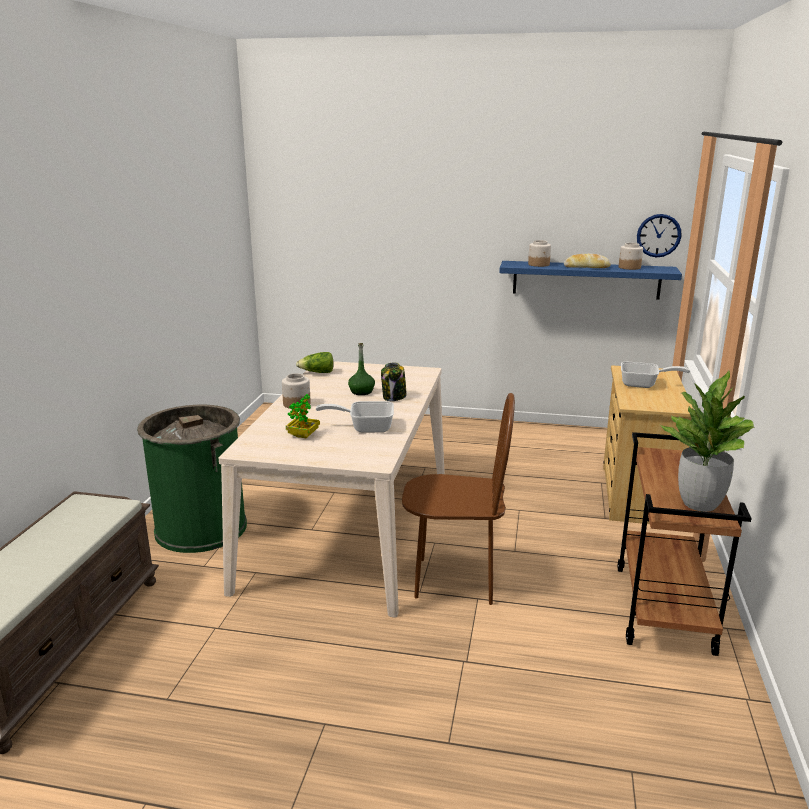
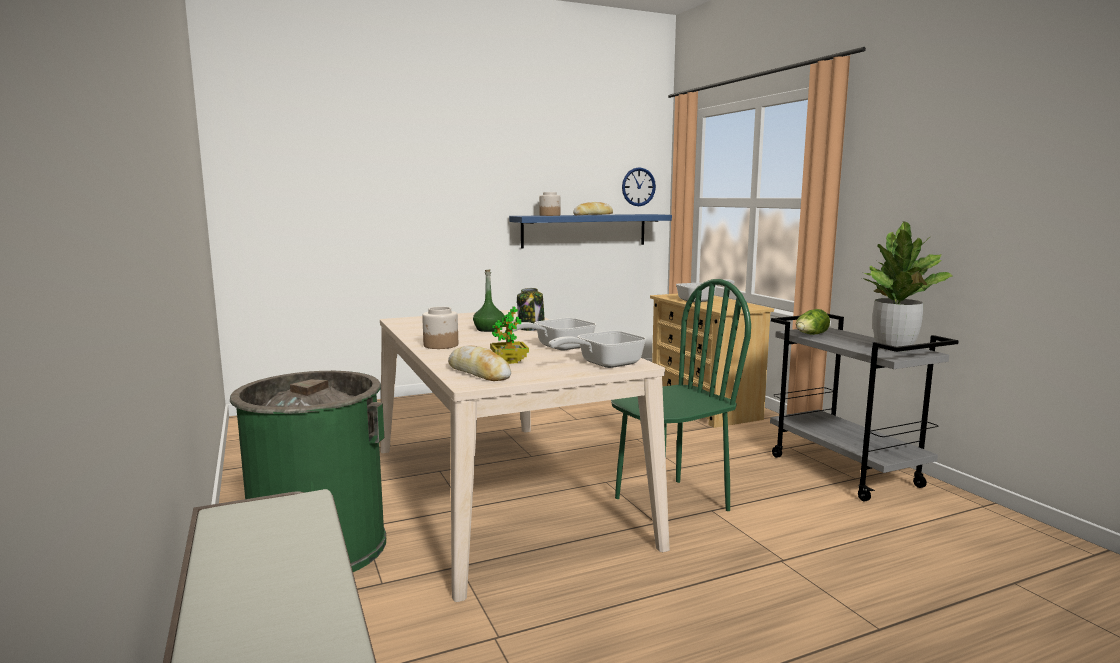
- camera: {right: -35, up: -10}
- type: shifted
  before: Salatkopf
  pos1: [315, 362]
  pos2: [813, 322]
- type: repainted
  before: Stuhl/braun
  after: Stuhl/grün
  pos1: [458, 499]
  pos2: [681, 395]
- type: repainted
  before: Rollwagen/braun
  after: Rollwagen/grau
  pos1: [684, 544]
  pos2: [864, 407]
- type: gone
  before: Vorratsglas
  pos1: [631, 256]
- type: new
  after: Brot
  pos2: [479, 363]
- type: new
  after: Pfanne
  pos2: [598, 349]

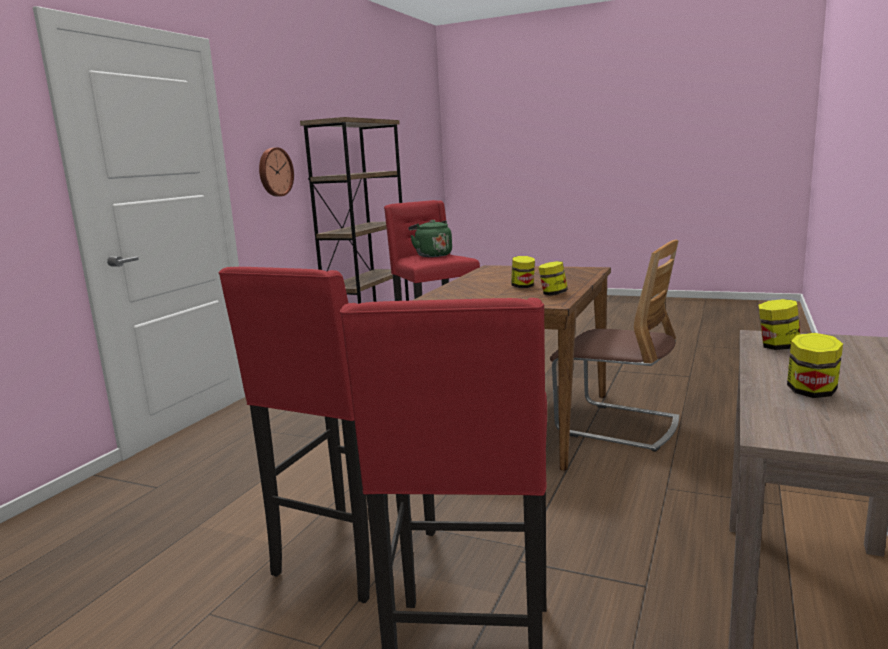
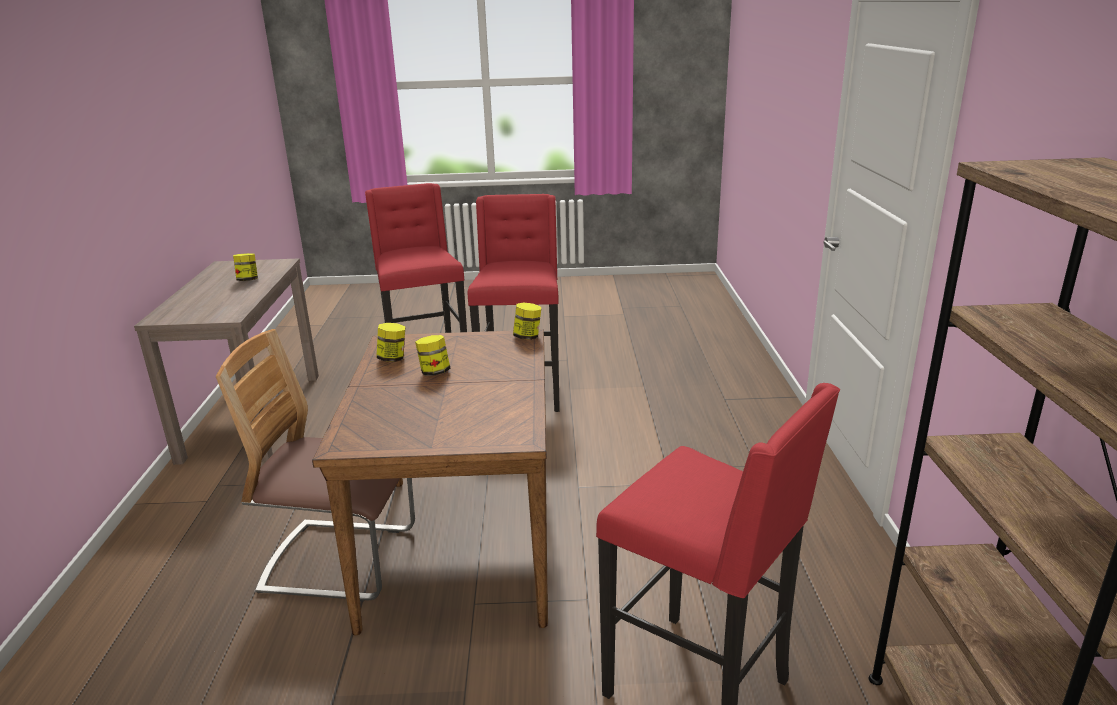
- camera: {right: 155, up: 10}
- type: gone
  before: Wanduhr
  pos1: [276, 172]
- type: gone
  before: Wasserkessel/grün
  pos1: [430, 238]
- type: shifted
  before: Vorratsglas
  pos1: [779, 324]
  pos2: [527, 321]

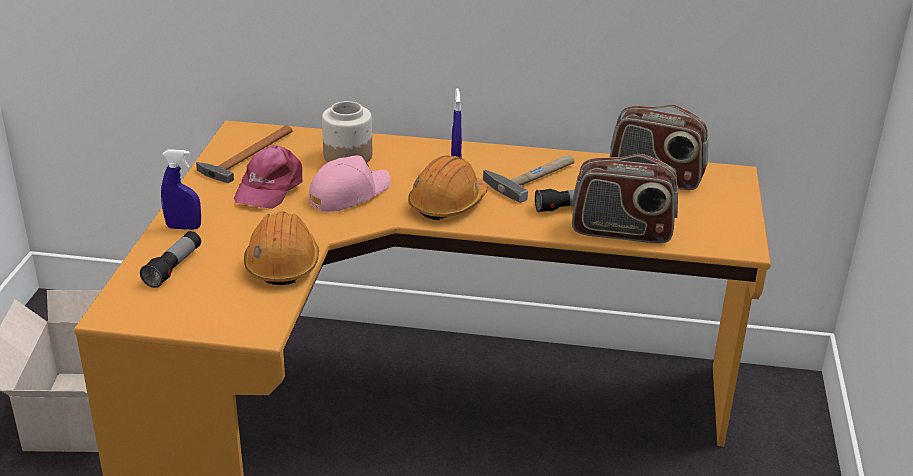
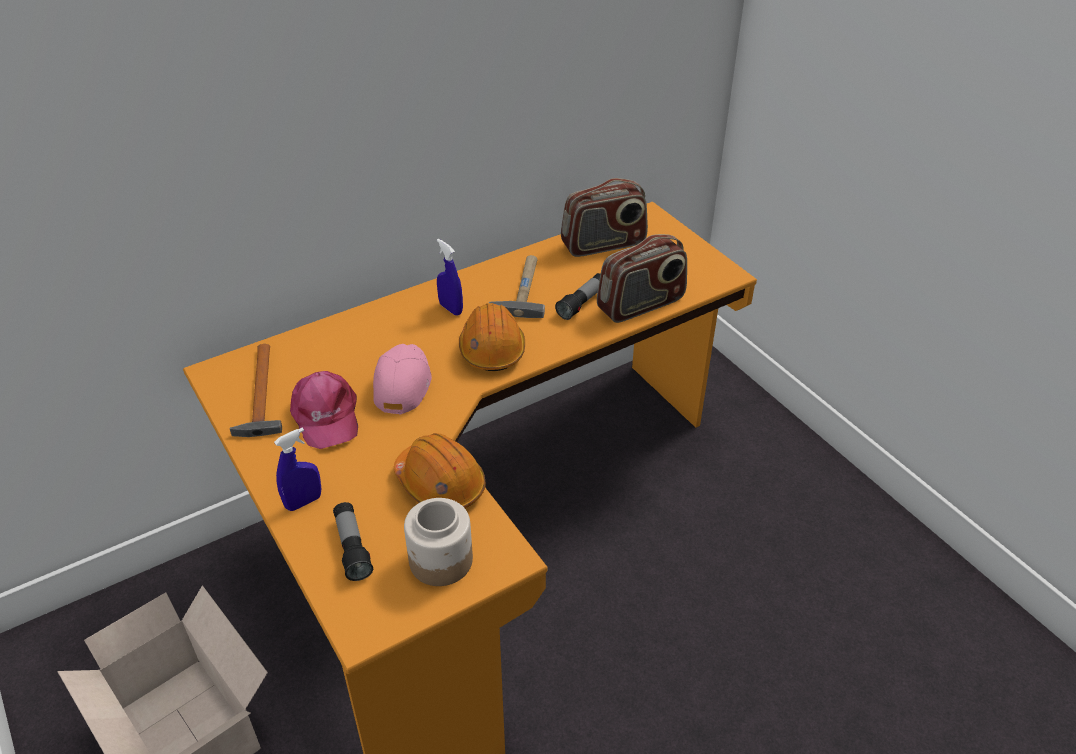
- camera: {right: -40, up: 10}
- type: shifted
  before: Vorratsglas
  pos1: [347, 132]
  pos2: [438, 542]

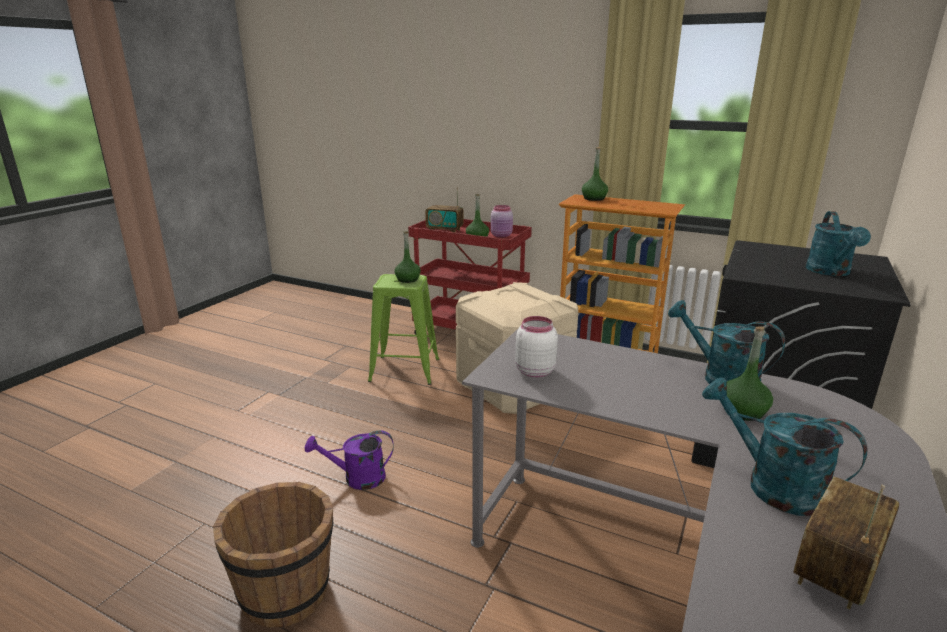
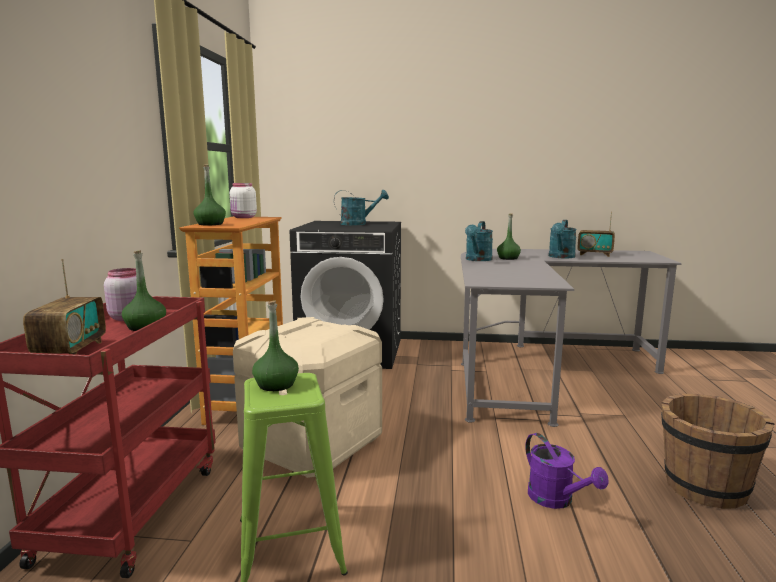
- camera: {right: -110, up: -10}
- type: shifted
  before: Vorratsglas/weiß
  pos1: [536, 346]
  pos2: [243, 200]

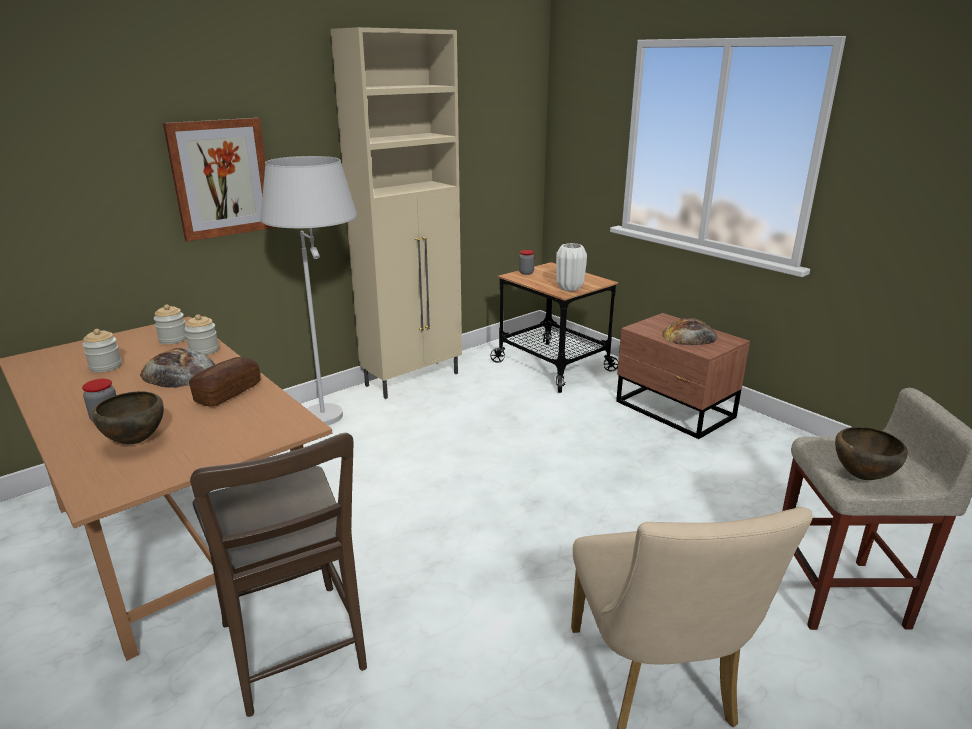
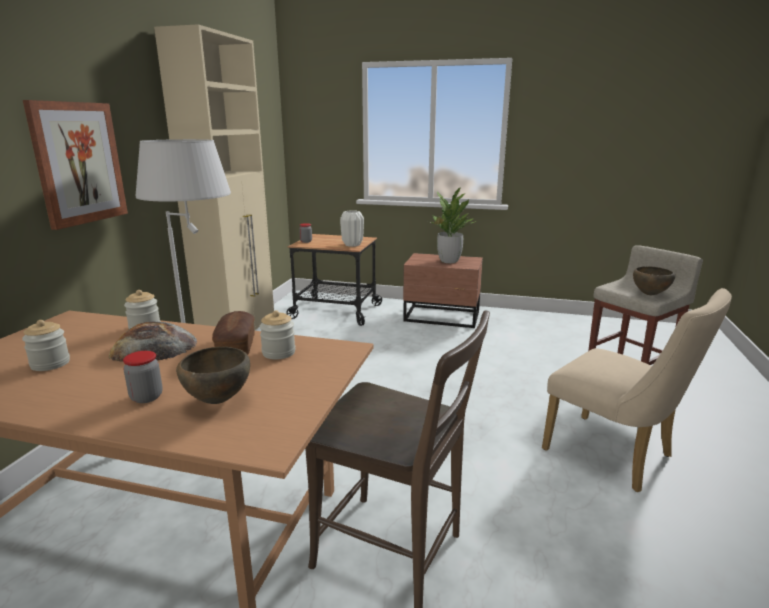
- camera: {right: -35, up: -5}
- type: shifted
  before: Vorratsglas
  pos1: [170, 324]
  pos2: [277, 334]
- type: swapped
  before: Brot
  after: Topfpflanze
  pos1: [690, 331]
  pos2: [452, 225]

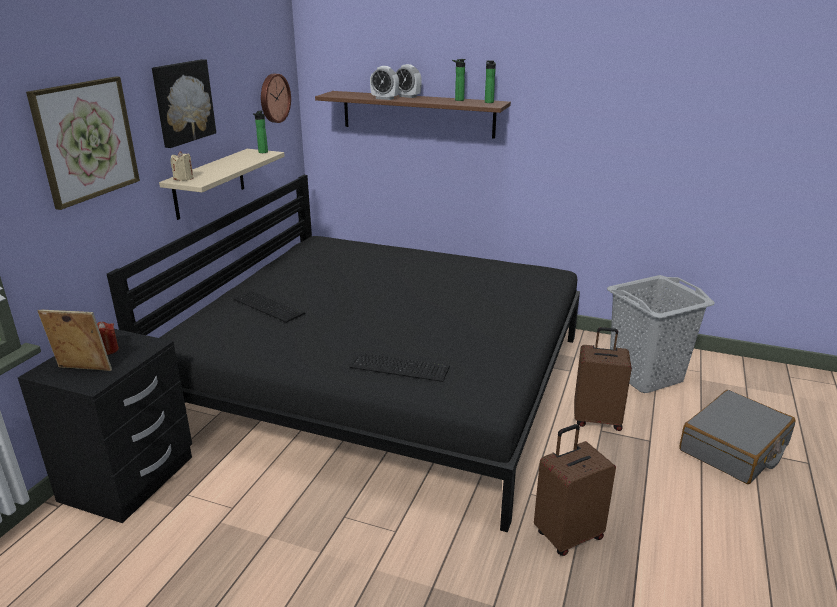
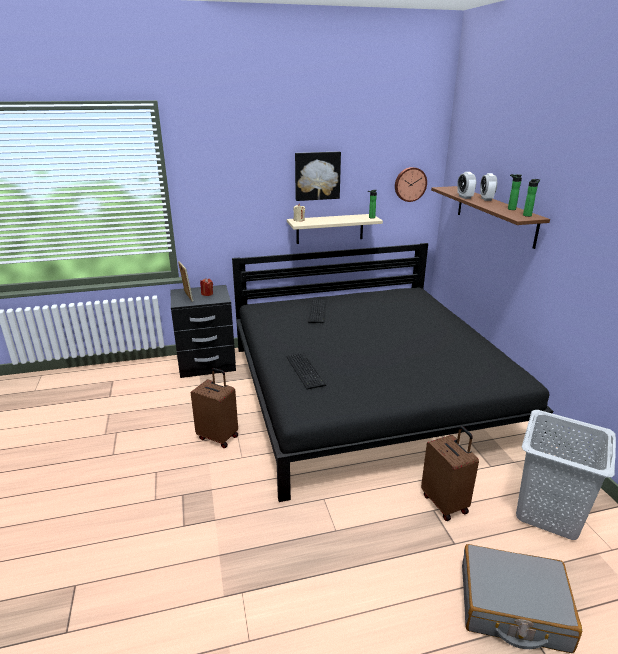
- camera: {right: 55, up: 0}
- type: gone
  before: Bild
  pos1: [83, 143]
- type: shifted
  before: Koffer/braun
  pos1: [575, 490]
  pos2: [214, 408]

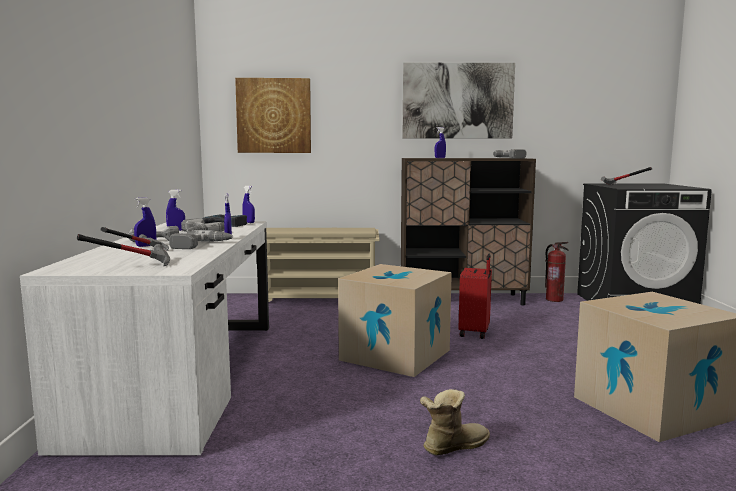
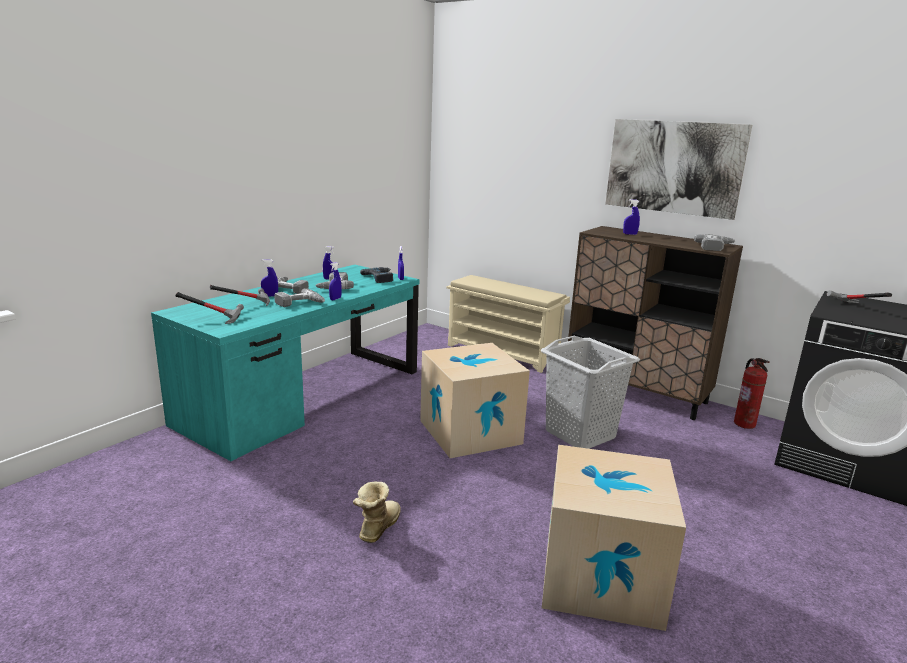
- camera: {right: 35, up: 10}
- type: repainted
  before: Schreibtisch/weiß
  after: Schreibtisch/türkis
  pos1: [144, 338]
  pos2: [285, 363]
- type: gone
  before: Bild
  pos1: [273, 115]
- type: rotated
  before: Stiefel
  pos1: [455, 422]
  pos2: [377, 512]
  turn: -75
- type: swapped
  before: Koffer/rot
  after: Wäschekorb/grau
  pos1: [475, 296]
  pos2: [590, 392]

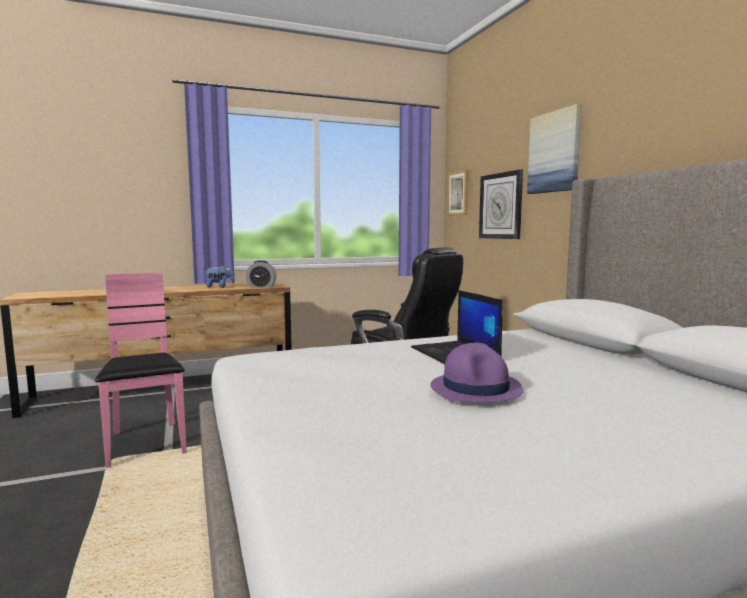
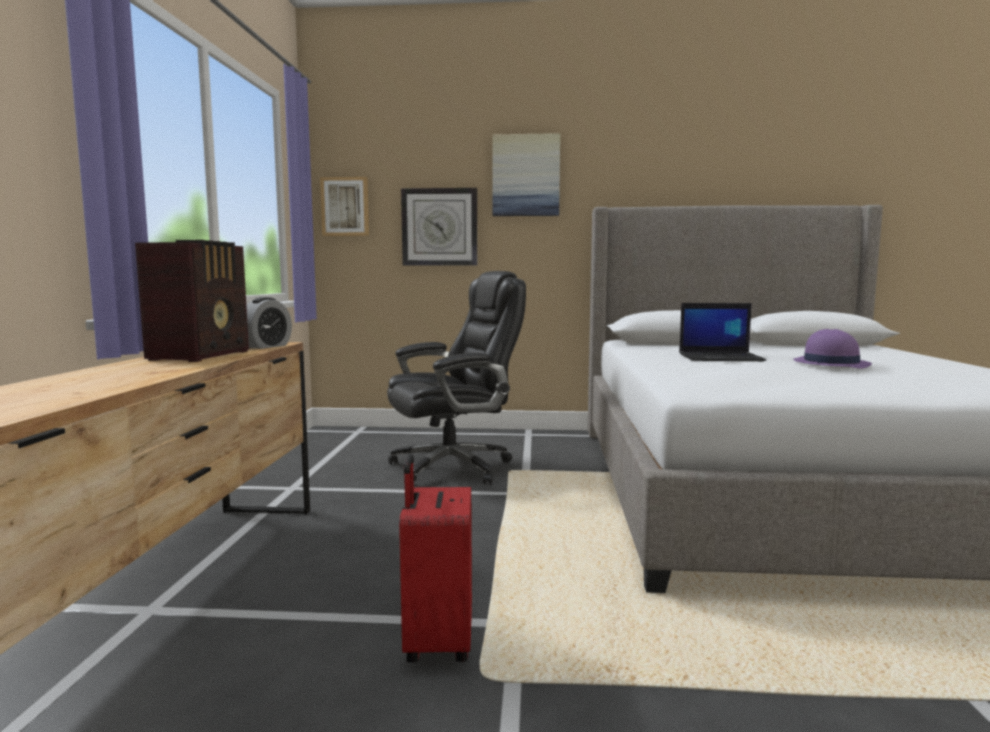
- camera: {right: -65, up: 0}
- type: swapped
  before: Stuhl/rosa
  after: Koffer/rot
  pos1: [141, 370]
  pos2: [435, 558]
- type: swapped
  before: Plüschtier
  after: Radio
  pos1: [218, 277]
  pos2: [192, 301]

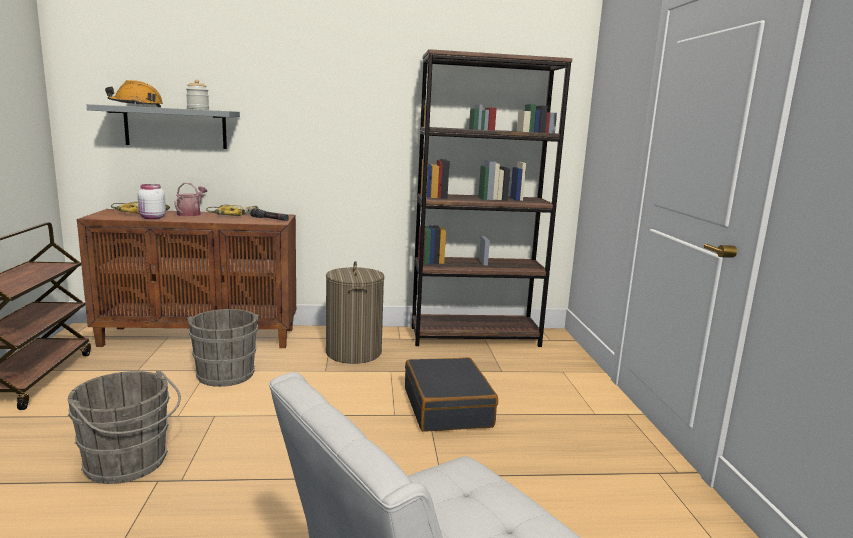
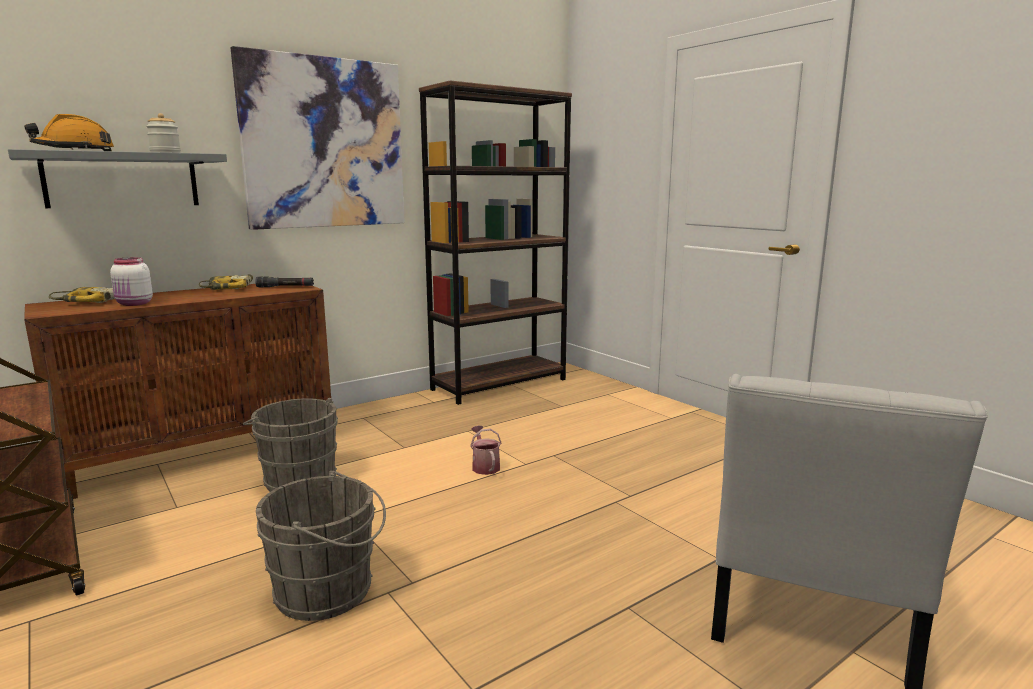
- camera: {right: -30, up: 0}
- type: shifted
  before: Gießkanne
  pos1: [190, 199]
  pos2: [485, 450]
- type: gone
  before: Wäschekorb
  pos1: [355, 312]
- type: gone
  before: Koffer/schwarz
  pos1: [451, 394]
- type: new
  after: Bild
  pos2: [318, 138]

